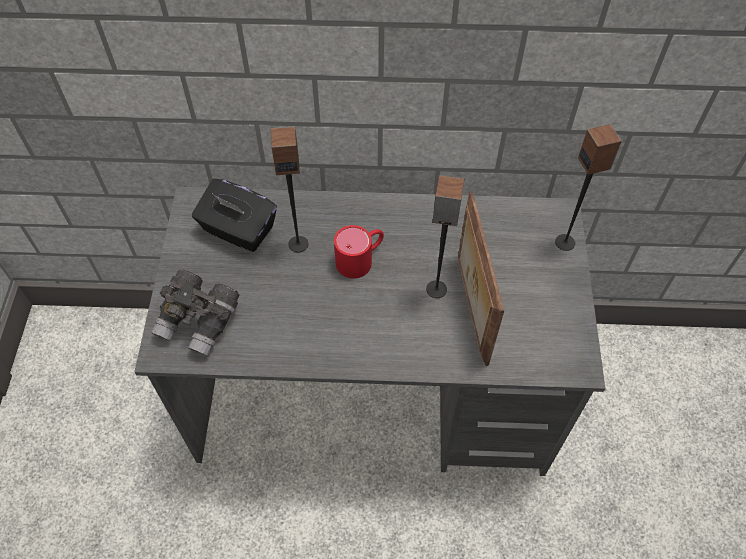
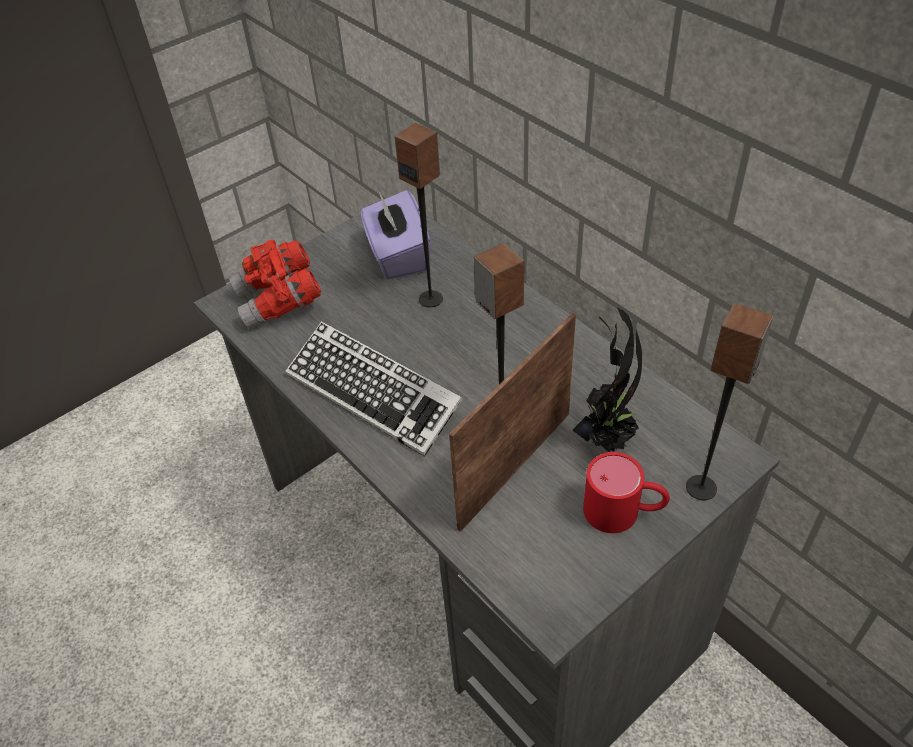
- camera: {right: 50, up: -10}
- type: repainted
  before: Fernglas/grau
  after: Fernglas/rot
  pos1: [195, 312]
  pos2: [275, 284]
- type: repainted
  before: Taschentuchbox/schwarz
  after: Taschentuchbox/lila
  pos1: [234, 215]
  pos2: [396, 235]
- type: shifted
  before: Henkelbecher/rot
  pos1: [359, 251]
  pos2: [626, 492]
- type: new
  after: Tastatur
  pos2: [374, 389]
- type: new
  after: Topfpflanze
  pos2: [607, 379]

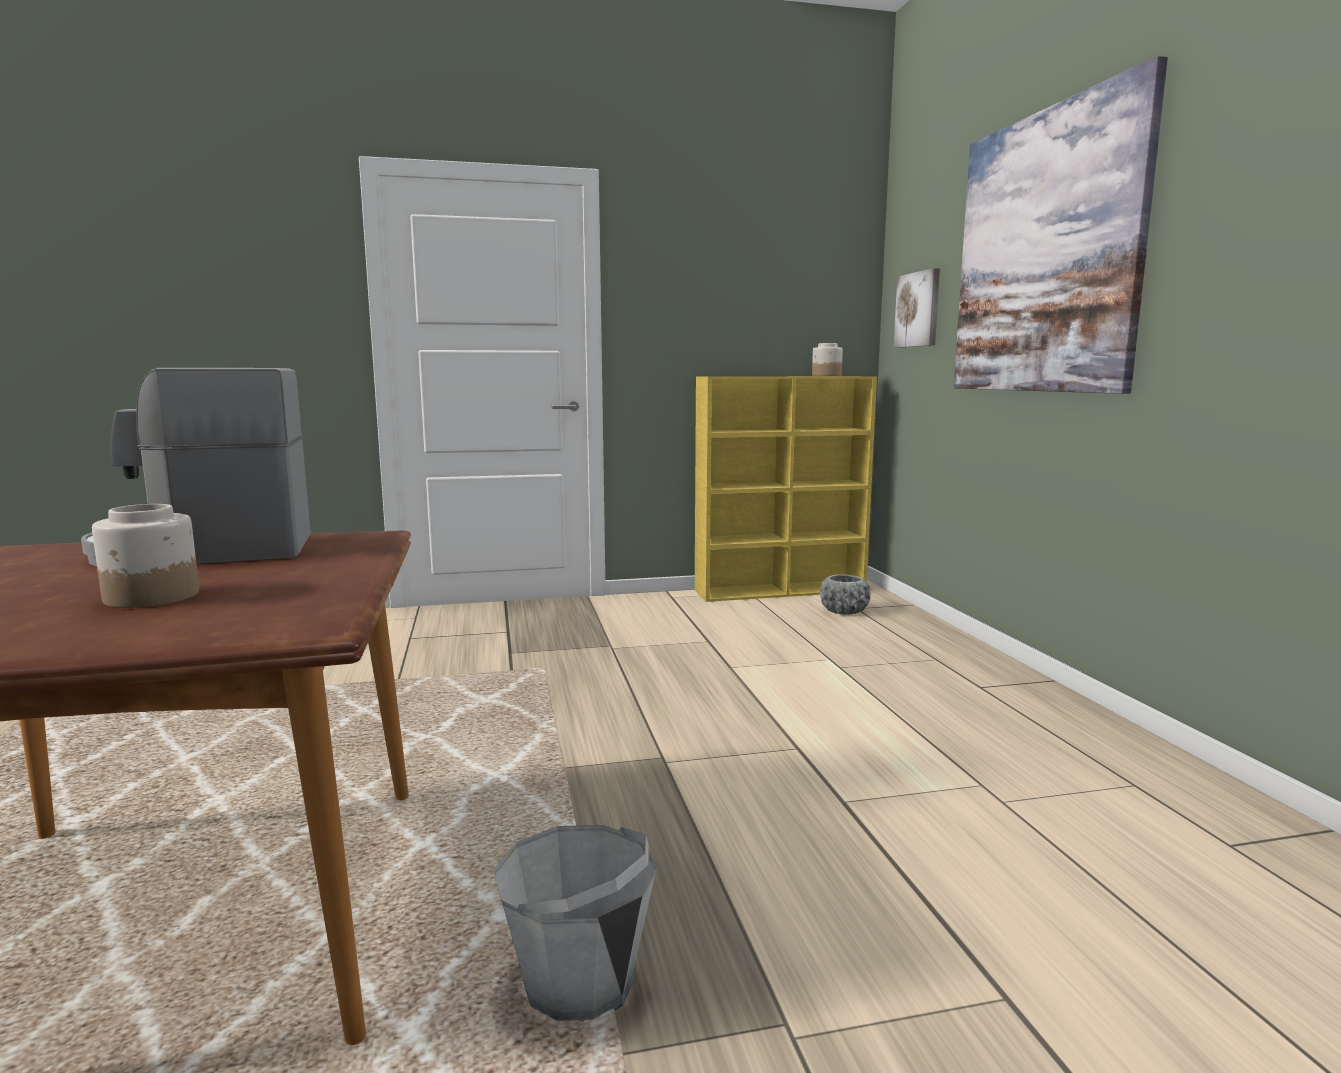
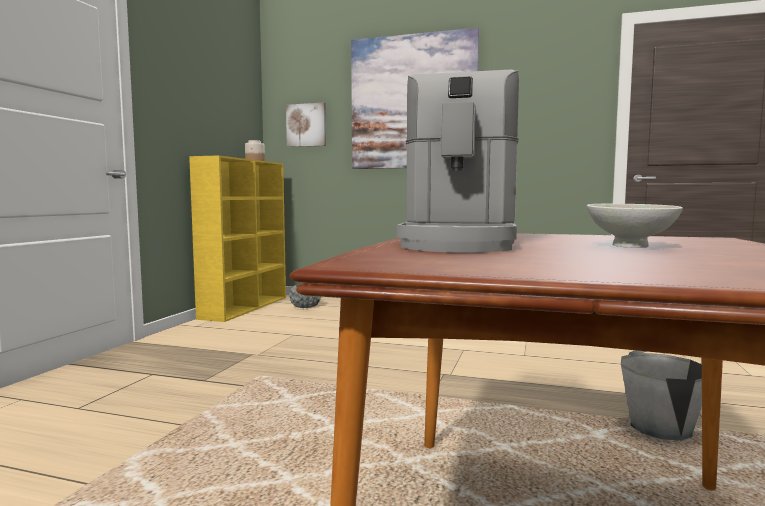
- camera: {right: -60, up: -5}
- type: swapped
  before: Vorratsglas
  after: Schüssel/weiß
  pos1: [145, 556]
  pos2: [635, 226]

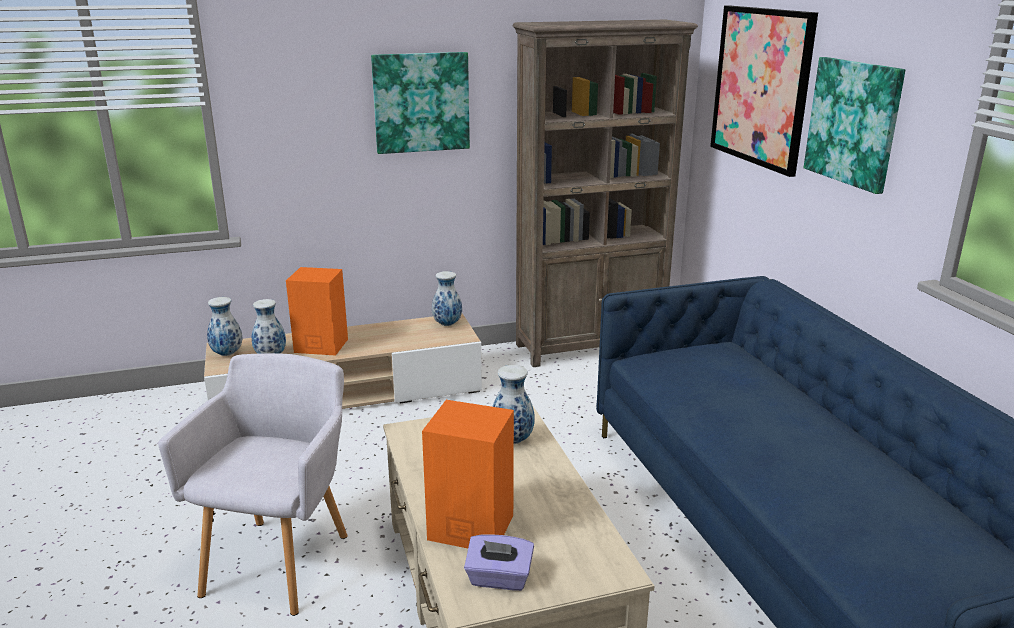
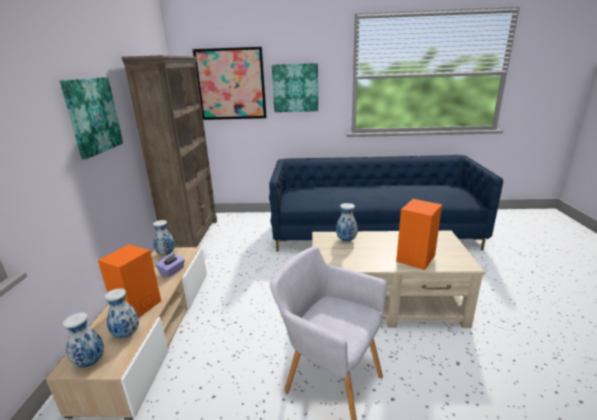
- camera: {right: -70, up: 0}
- type: shifted
  before: Taschentuchbox/lila
  pos1: [499, 562]
  pos2: [170, 265]

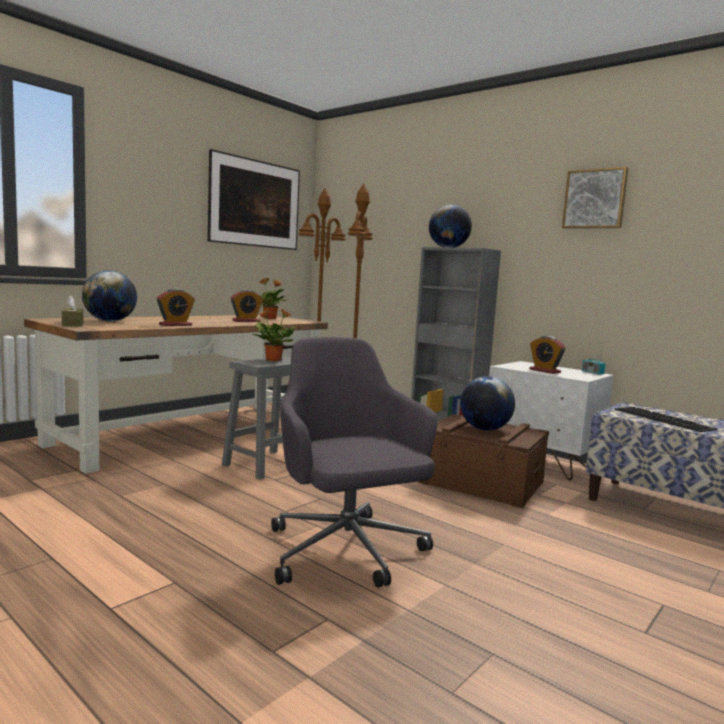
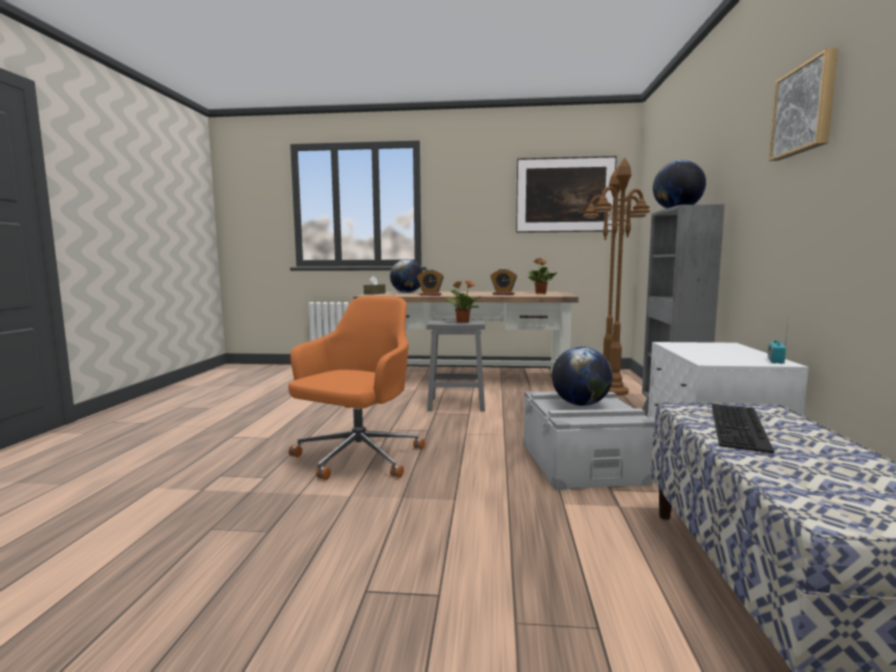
- camera: {right: 55, up: 0}
- type: repainted
  before: Bürostuhl/grau
  after: Bürostuhl/orange
  pos1: [354, 462]
  pos2: [356, 388]
- type: repainted
  before: Aufbewahrungsbox/braun
  after: Aufbewahrungsbox/grau
  pos1: [483, 461]
  pos2: [589, 440]
- type: gone
  before: Wecker
  pos1: [547, 355]

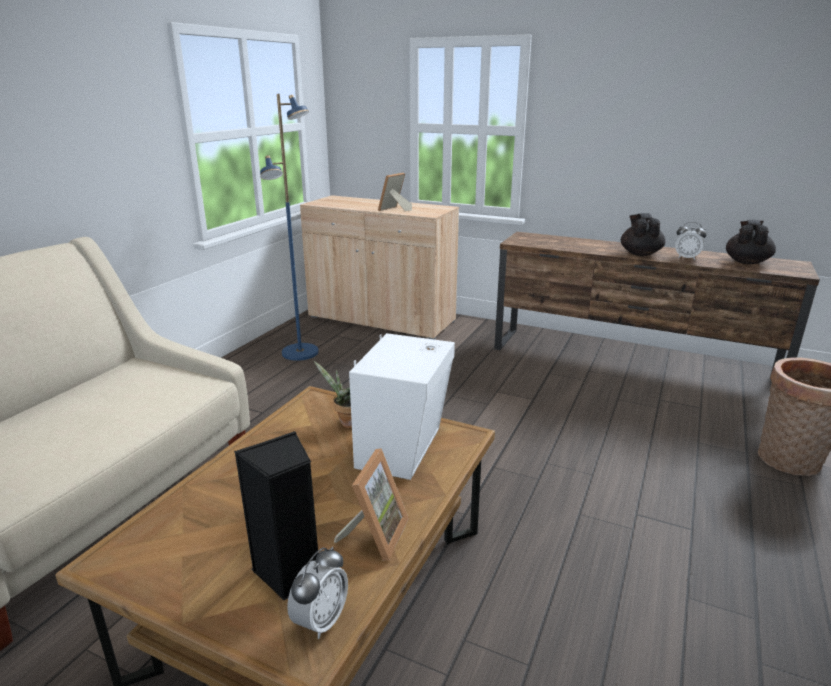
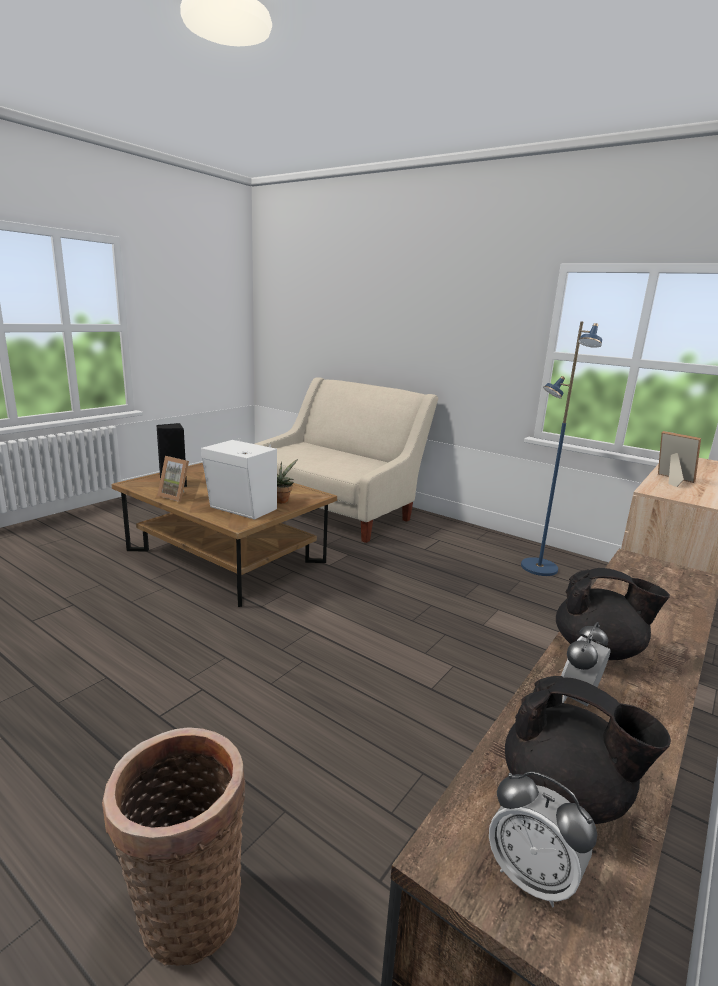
- camera: {right: 100, up: -5}
- type: shifted
  before: Wecker
  pos1: [317, 593]
  pos2: [543, 839]

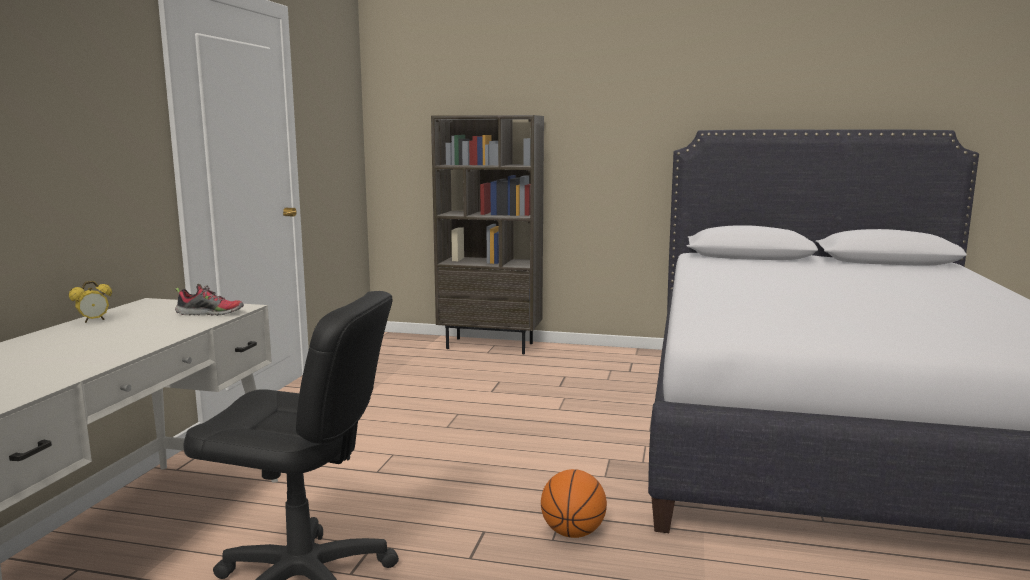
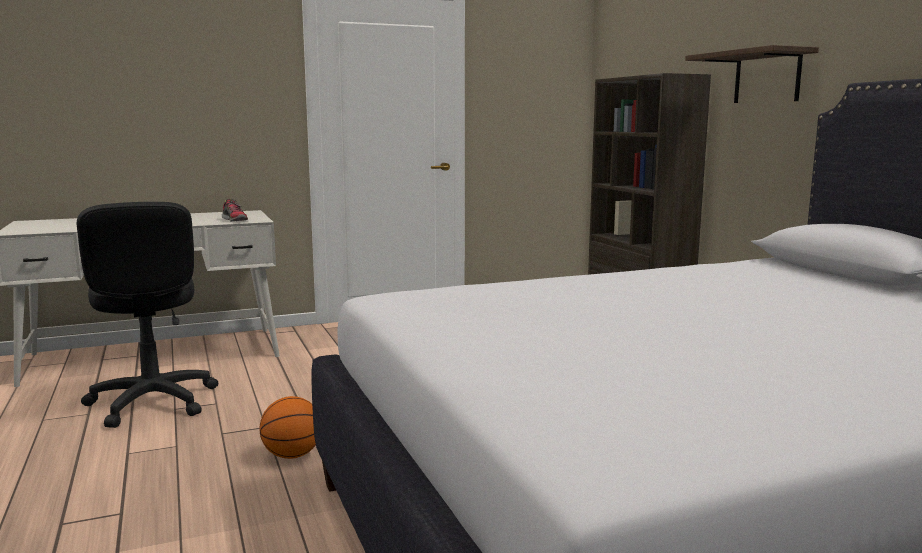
- camera: {right: 55, up: 0}
- type: gone
  before: Wecker
  pos1: [90, 302]
- type: new
  after: Wandregal
  pos2: [752, 74]

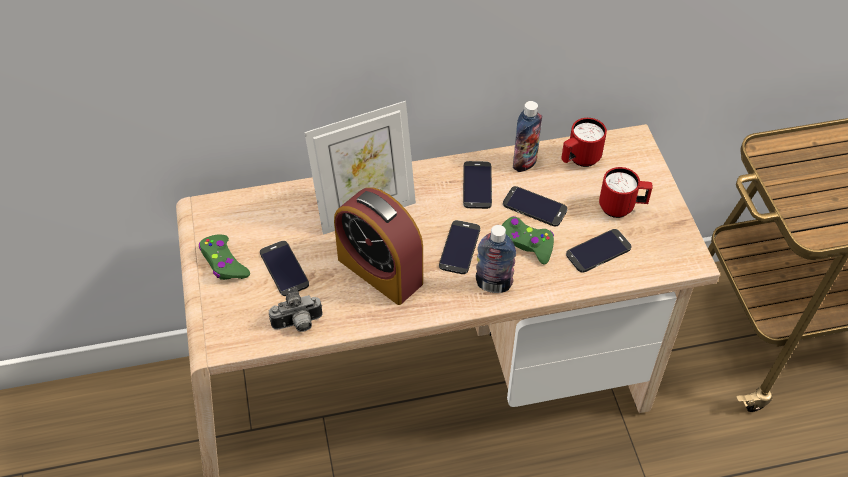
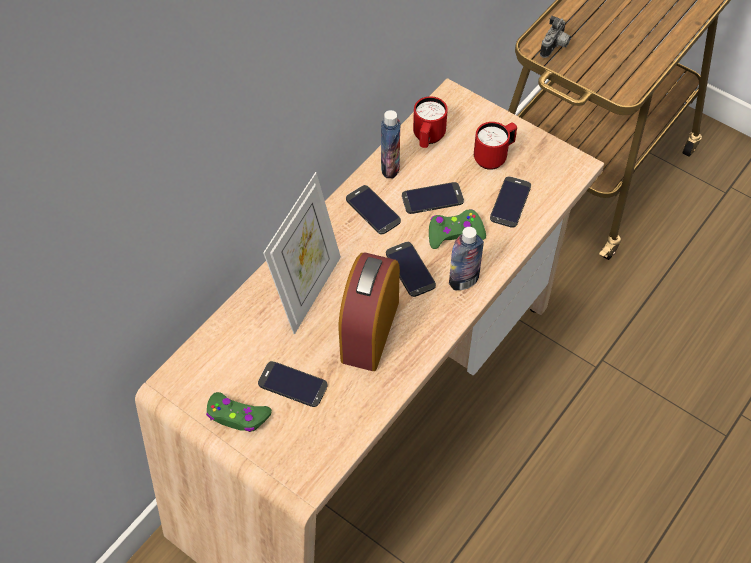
- camera: {right: -40, up: 5}
- type: shifted
  before: Kamera
  pos1: [296, 309]
  pos2: [555, 37]
- type: rotated
  before: Wecker
  pos1: [378, 246]
  pos2: [369, 312]
  turn: 105

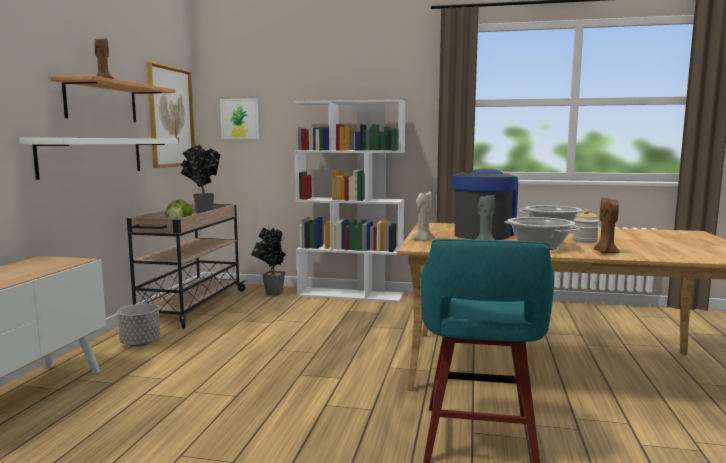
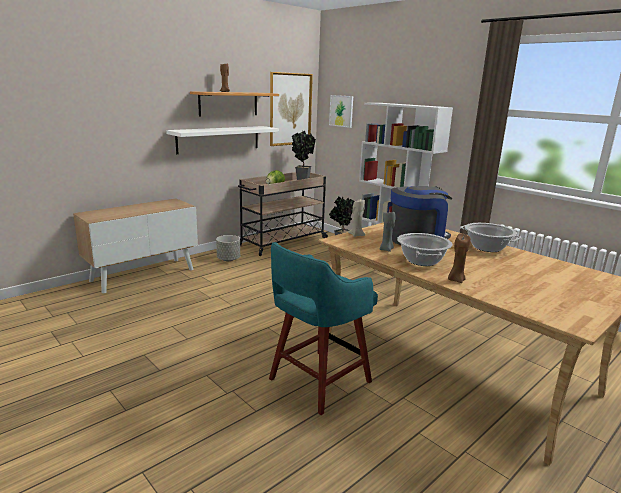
- camera: {right: 35, up: 10}
- type: gone
  before: Vorratsglas
  pos1: [585, 226]

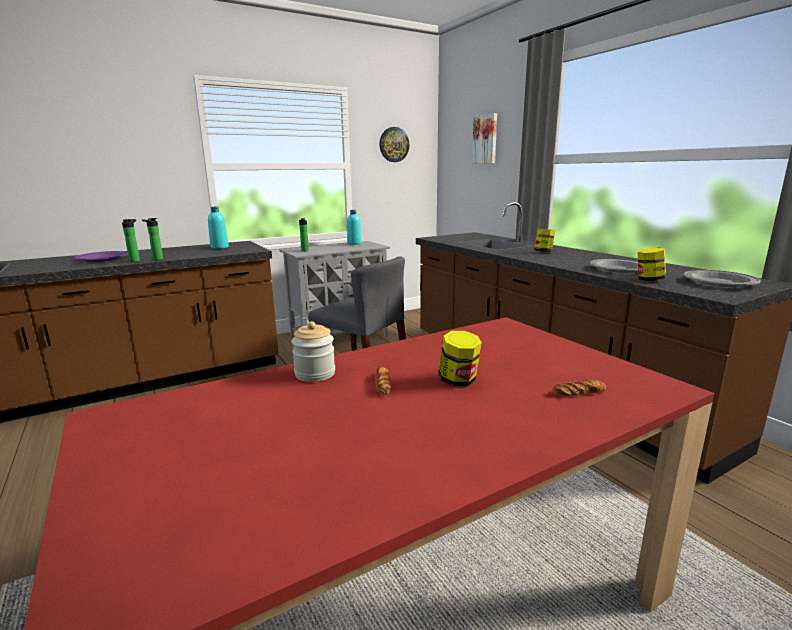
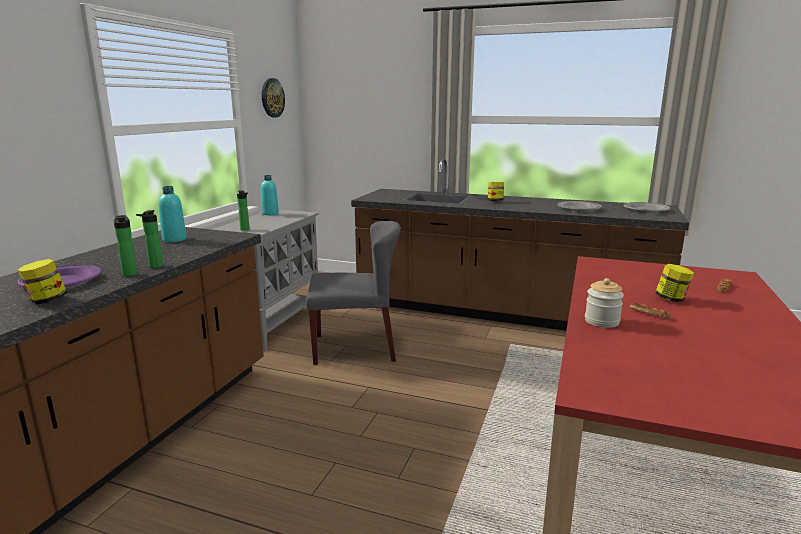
- camera: {right: -40, up: 0}
- type: gone
  before: Bild
  pos1: [484, 138]
- type: shifted
  before: Vorratsglas
  pos1: [652, 264]
  pos2: [42, 282]

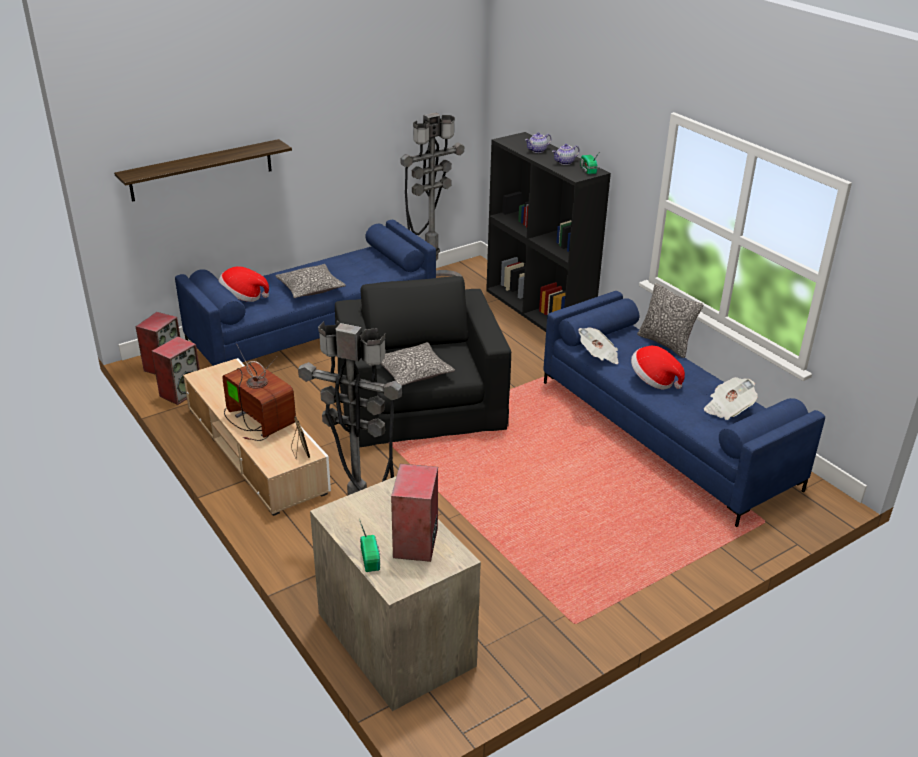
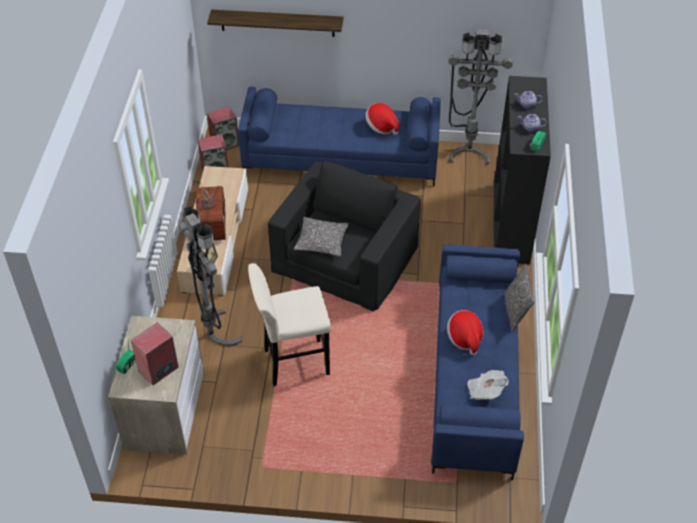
- camera: {right: 40, up: 15}
- type: shifted
  before: Hut
  pos1: [244, 284]
  pos2: [382, 119]
- type: gone
  before: Kissen
  pos1: [310, 281]
- type: gone
  before: Zeitung
  pos1: [598, 346]
- type: new
  after: Hocker/beige
  pos2: [289, 324]

